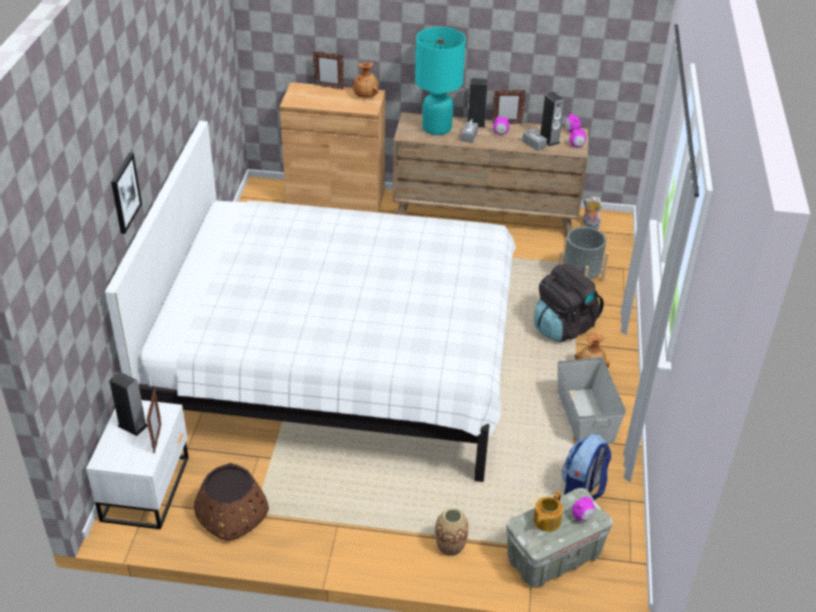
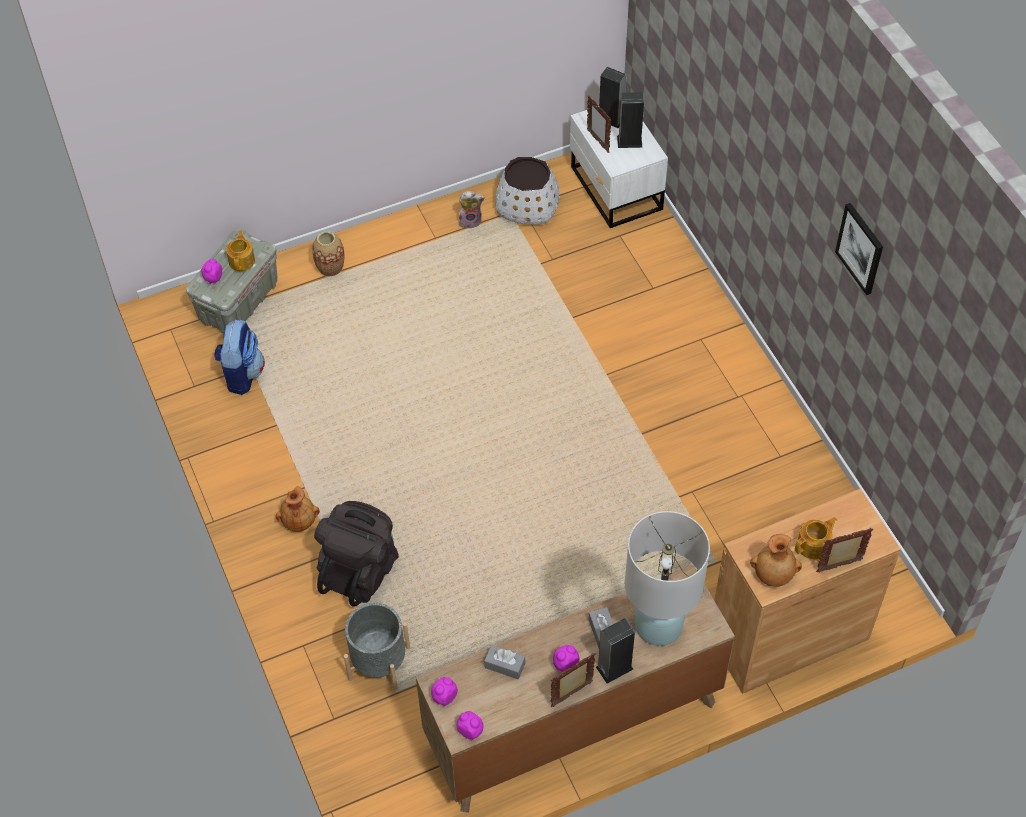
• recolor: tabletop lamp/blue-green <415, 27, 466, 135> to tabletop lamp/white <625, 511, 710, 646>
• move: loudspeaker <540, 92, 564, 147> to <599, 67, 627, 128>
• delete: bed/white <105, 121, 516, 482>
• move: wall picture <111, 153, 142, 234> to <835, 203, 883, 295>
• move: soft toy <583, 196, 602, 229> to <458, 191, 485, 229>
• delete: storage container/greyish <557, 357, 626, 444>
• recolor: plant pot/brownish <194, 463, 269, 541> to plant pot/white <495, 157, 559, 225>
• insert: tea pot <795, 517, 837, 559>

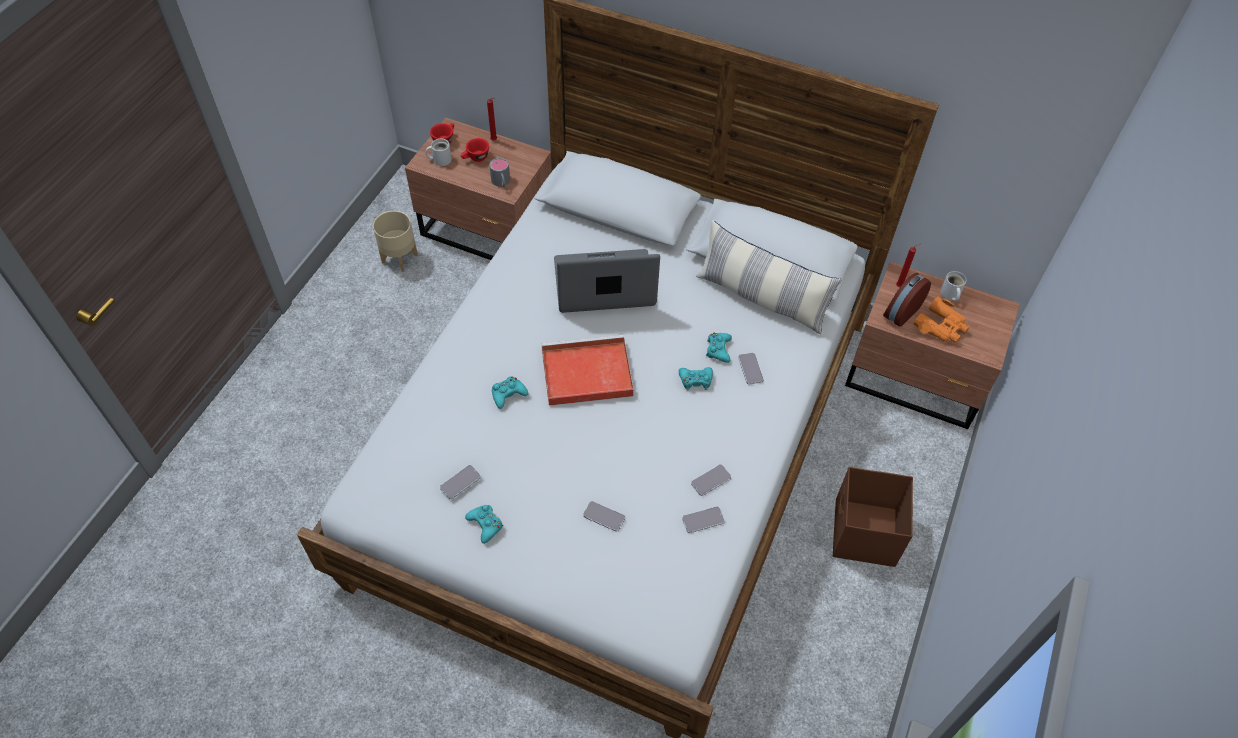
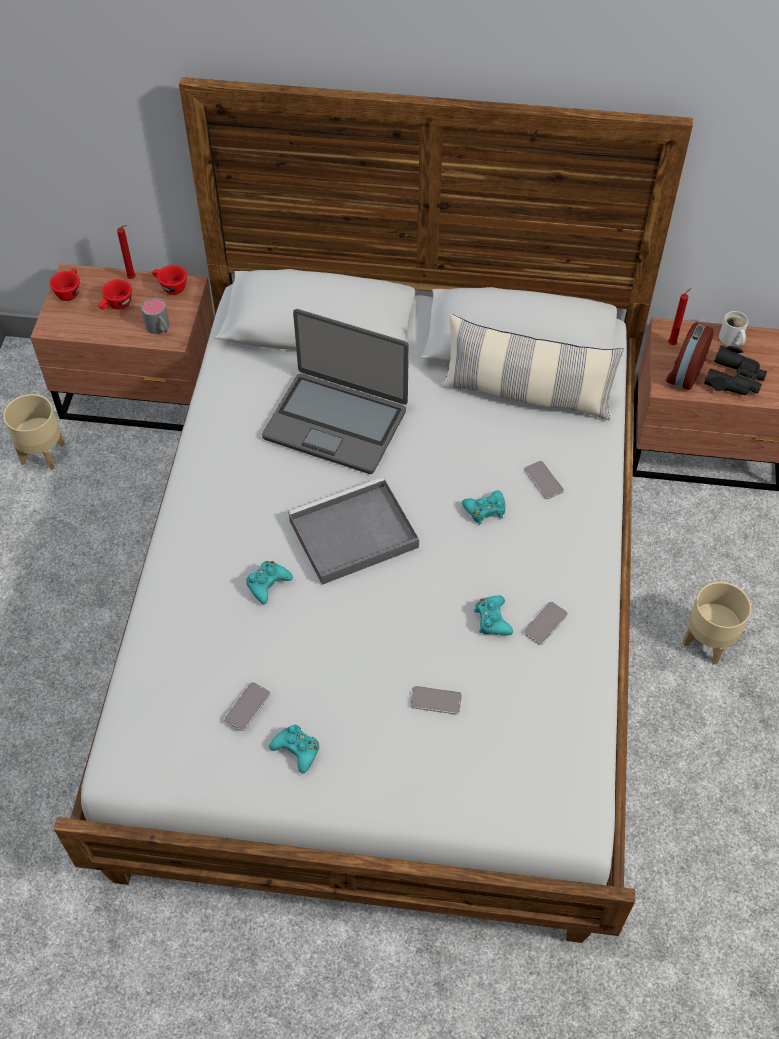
• delete: coffee mug/white <426, 139, 452, 166>
• rotate: notebook computer <554, 249, 660, 313> = <262, 309, 409, 474> 135 degrees counterclockwise
• recolor: field glasses/orangey <914, 297, 969, 343> to field glasses/black <704, 345, 767, 395>
• move: game controller/blue-green <706, 333, 732, 363> to <474, 595, 513, 636>
• recolor: carrying tray/red <542, 334, 634, 406> to carrying tray/greyish <288, 477, 419, 585>
• replace: storage container/brownish <833, 467, 913, 567> to plant pot/beige-coloured <683, 582, 751, 665>
• delete: phone <682, 506, 725, 533>
• insert: drinking cup/red <152, 265, 187, 295>

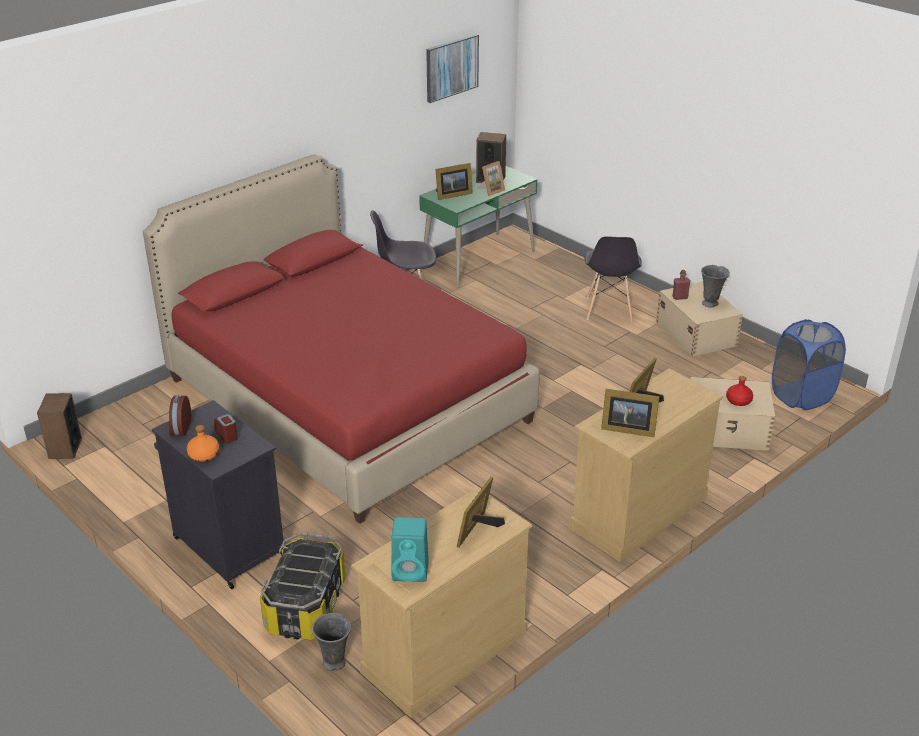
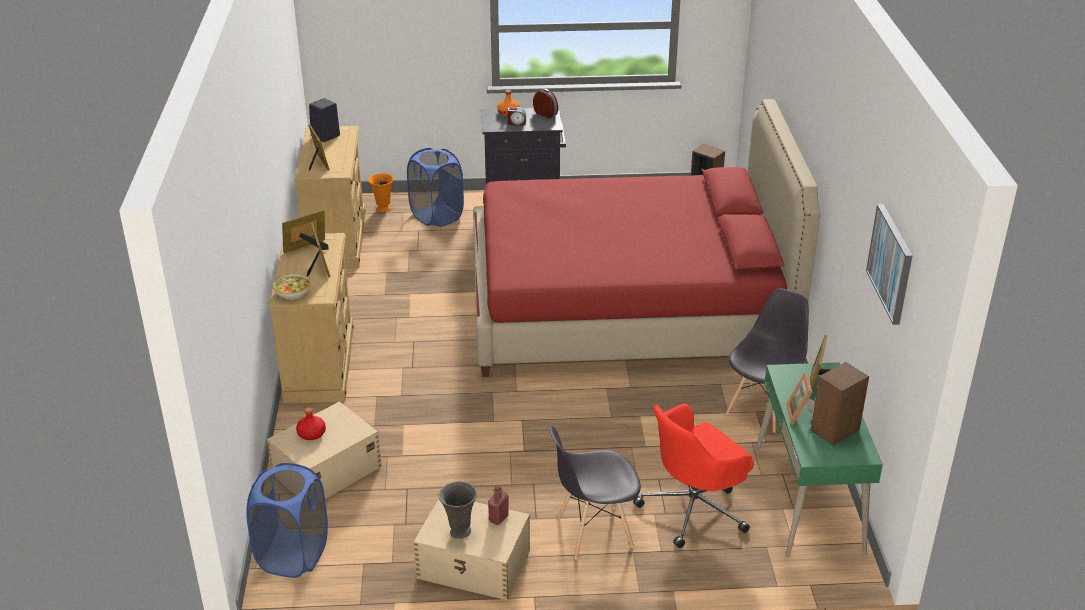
• rotate: upright chair/greyish <585, 236, 642, 322> = <550, 426, 641, 559> 60 degrees counterclockwise
• recolor: loudspeaker/blue-green <391, 517, 429, 582> to loudspeaker/black <309, 98, 340, 142>
• replace: storage container <260, 533, 346, 640> to hamper/bluish <407, 148, 464, 227>
• recolor: decorative vase/greyish <312, 613, 351, 671> to decorative vase/orangey <368, 173, 394, 212>
• insert: deep dish <273, 273, 311, 300>
• insert: computer chair/red <633, 404, 754, 548>

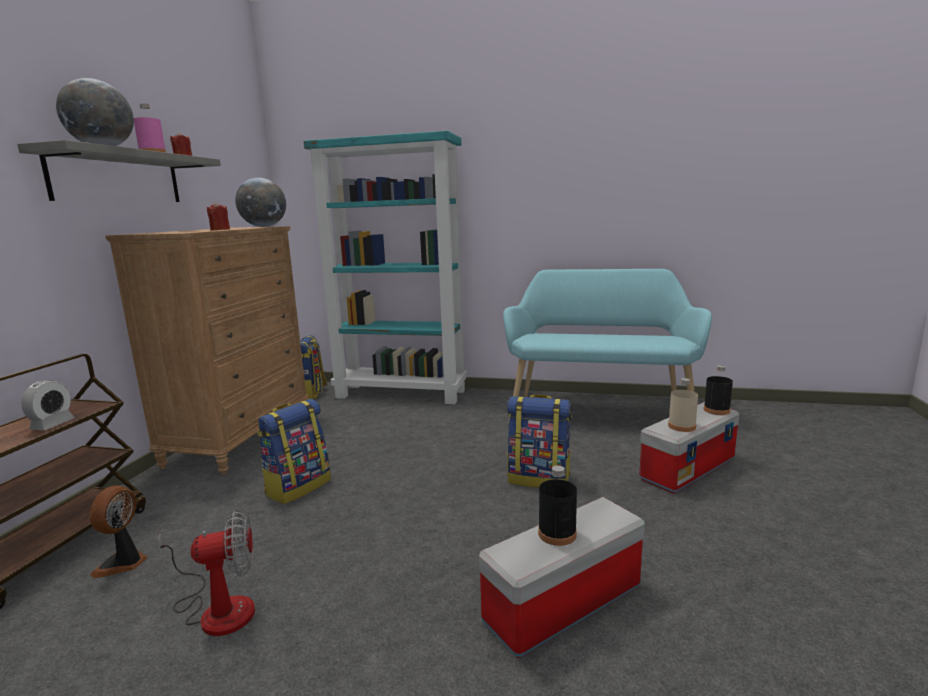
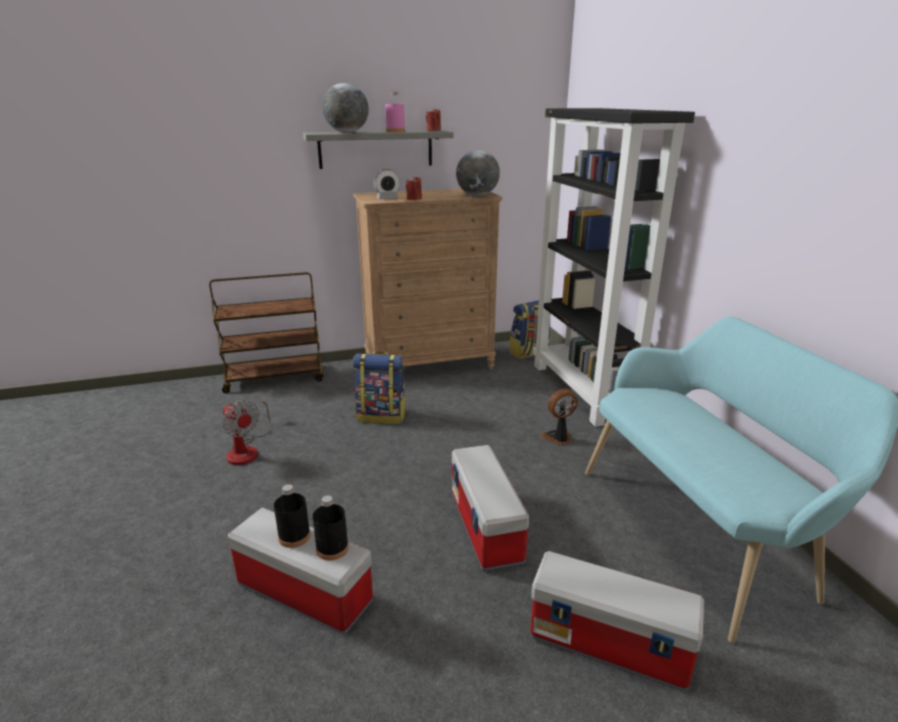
• recolor: shelving unit/blue-green <303, 131, 467, 404> to shelving unit/black <533, 108, 695, 427>
• move: drink bottle/black <704, 365, 733, 415> to <312, 495, 349, 561>
• delete: drink bottle/beige-coloured <668, 378, 698, 432>
• move: alarm clock <21, 380, 75, 430> to <374, 169, 400, 199>
• replace: backpack <507, 394, 572, 488> to storage container <452, 445, 529, 571>
• move: cooling fan <90, 485, 148, 578> to <540, 389, 578, 445>

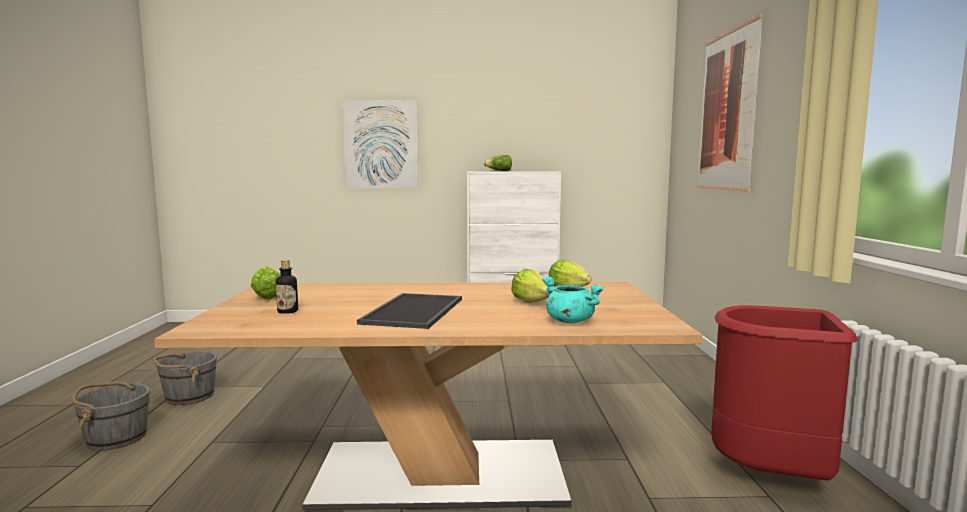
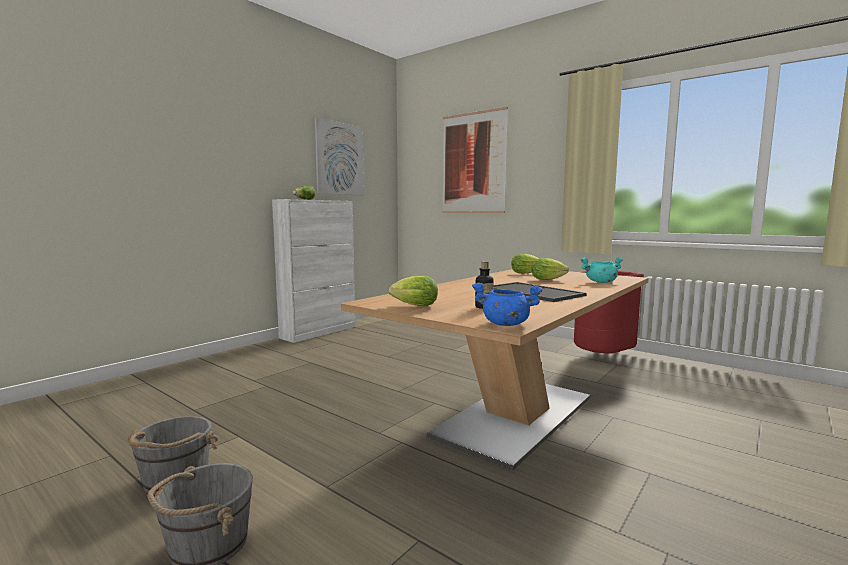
• move: wall picture <342, 100, 419, 188> to <315, 118, 364, 195>
• insert: saucepot/bluish <472, 283, 543, 326>

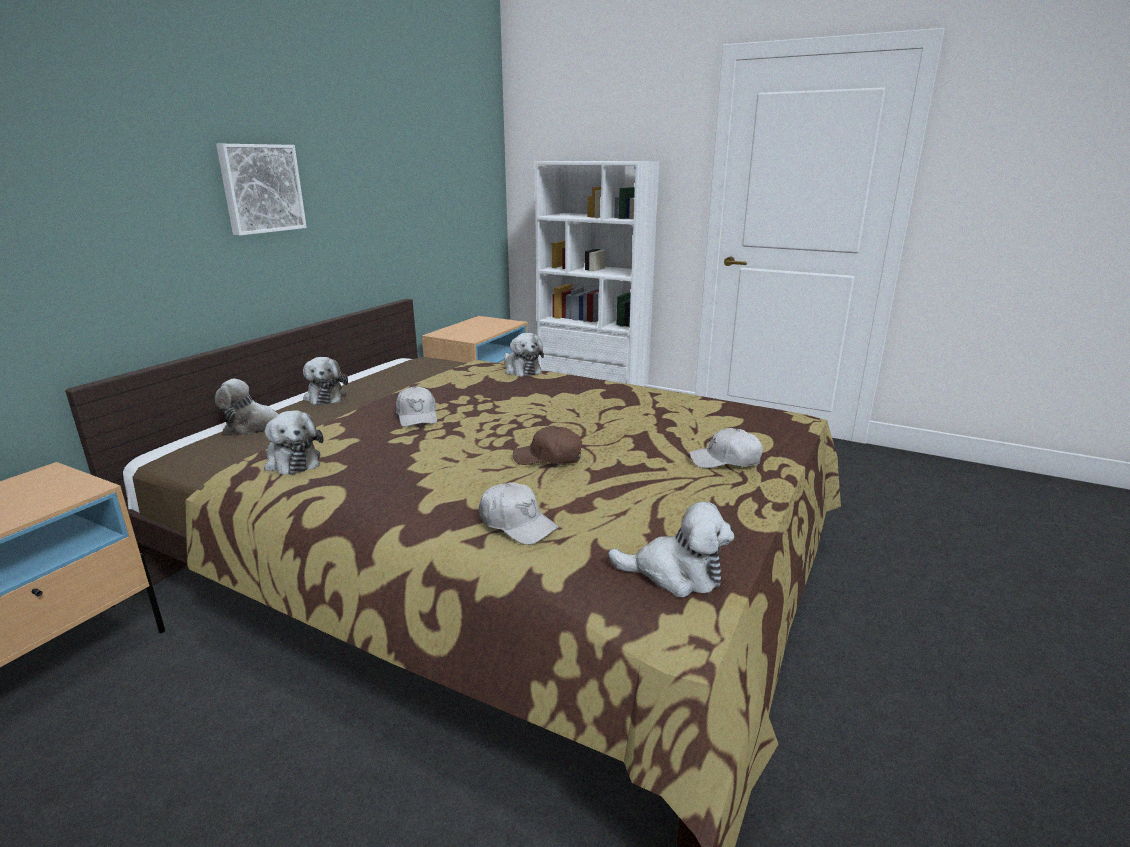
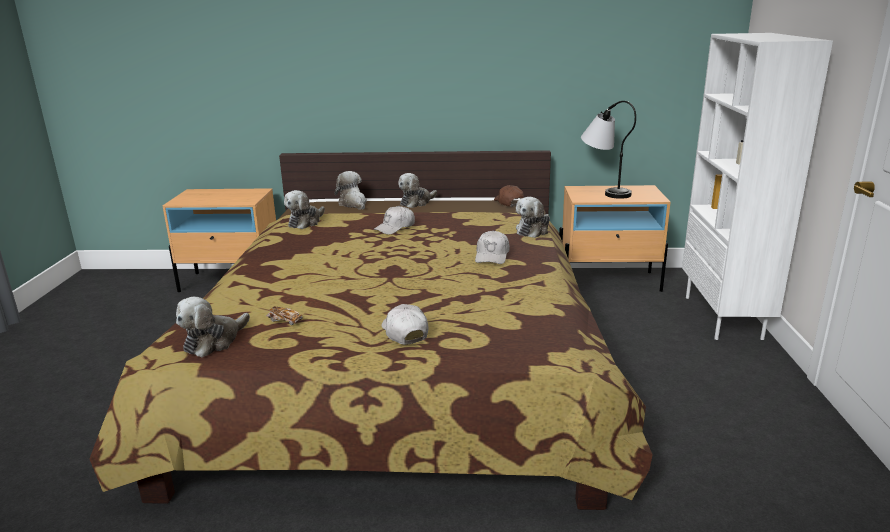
• delete: wall picture <216, 144, 307, 236>
• move: cap/brownish <513, 426, 582, 465> to <494, 185, 524, 207>
• move: cap/white <479, 483, 558, 545> to <475, 231, 510, 264>
• rotate: soft toy <608, 502, 734, 597> = <176, 297, 250, 357> 45 degrees clockwise
• insert: tabletop lamp <581, 101, 636, 199>
• insert: model car <266, 306, 303, 325>

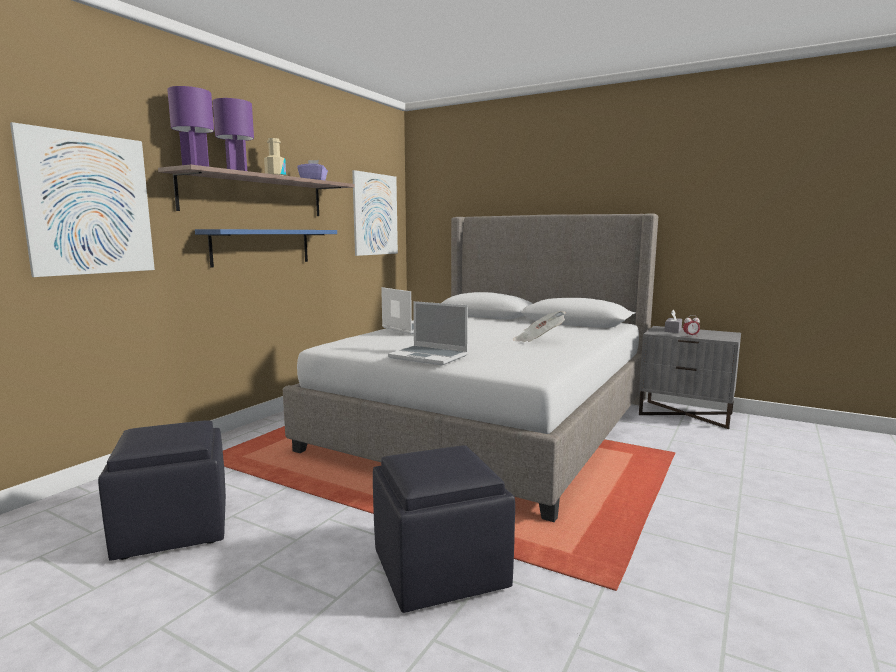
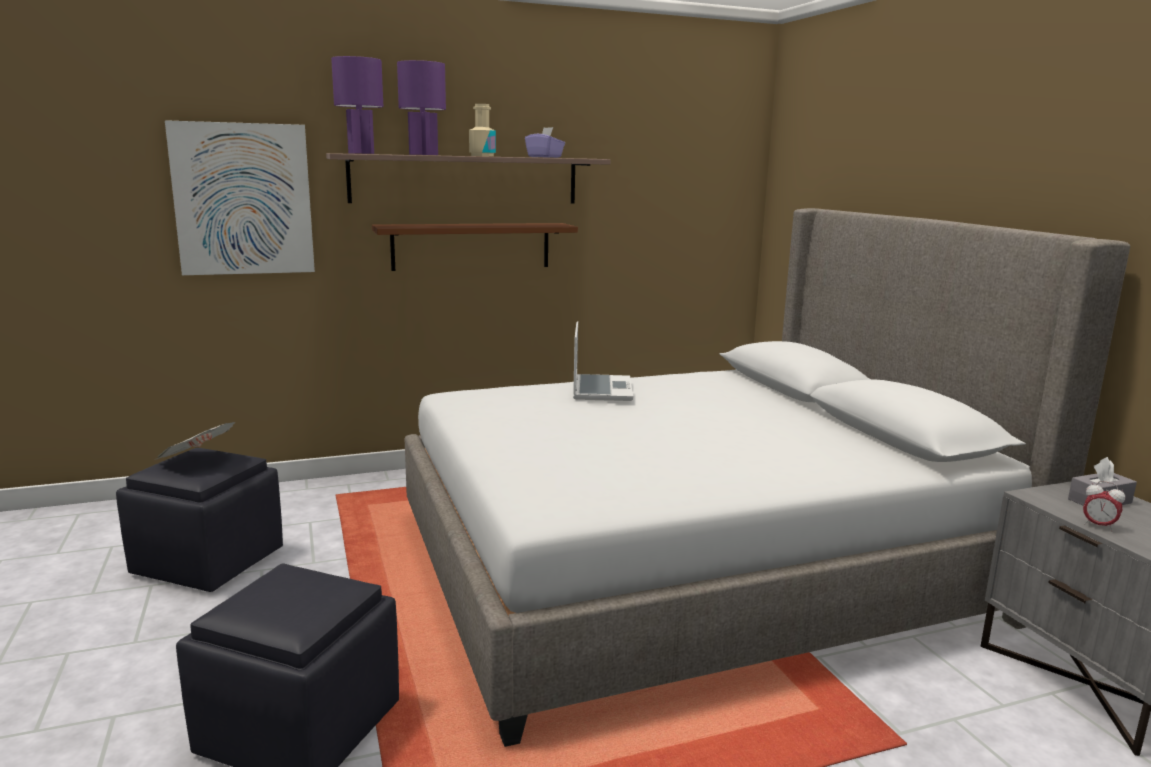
• delete: wall picture <352, 170, 398, 256>
• recolor: bracket shelf/bluish <195, 229, 337, 268> to bracket shelf/brownish <372, 223, 578, 271>
• delete: notebook computer <388, 301, 468, 365>
• move: printed paper <513, 311, 566, 342> to <156, 422, 235, 459>

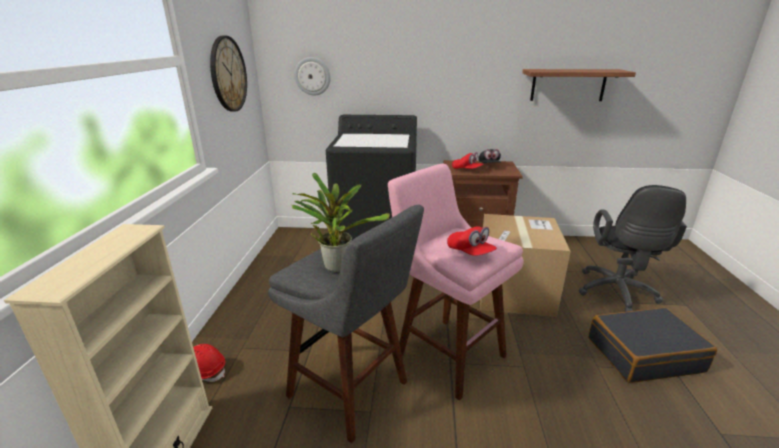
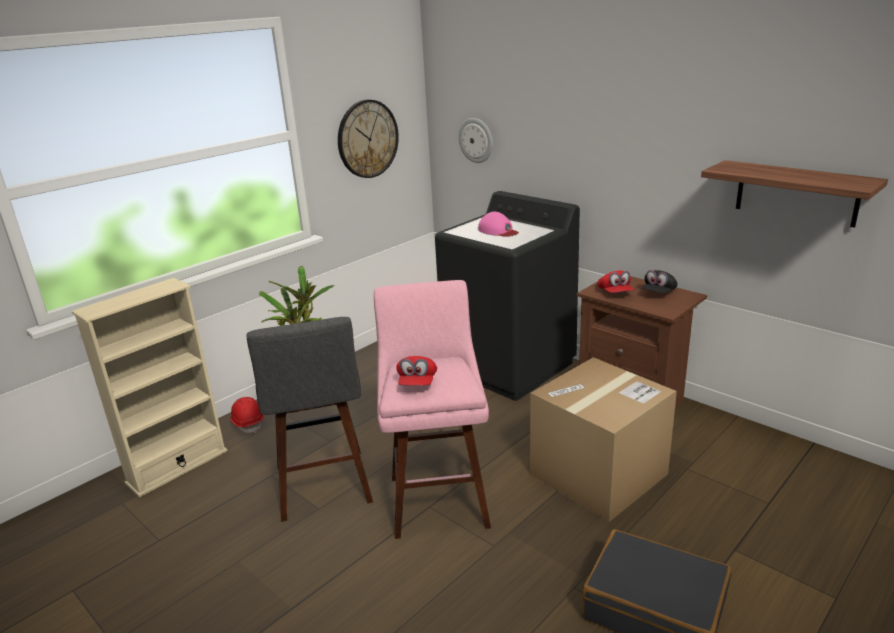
• delete: computer chair/black <578, 185, 687, 312>
• insert: cap/pinkish <478, 212, 519, 237>

